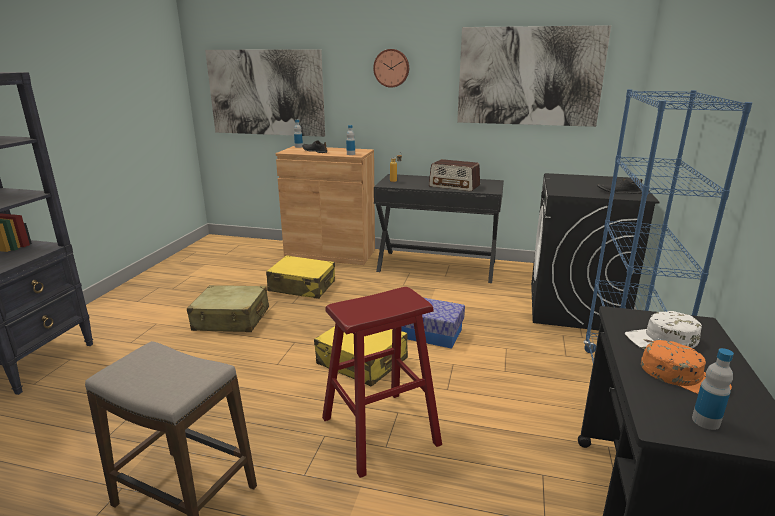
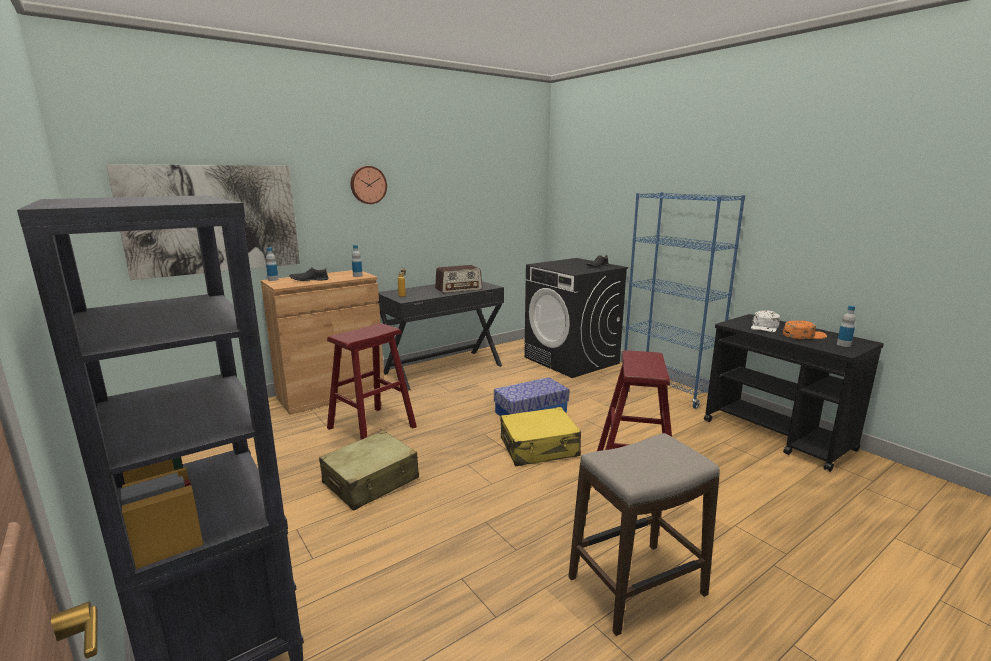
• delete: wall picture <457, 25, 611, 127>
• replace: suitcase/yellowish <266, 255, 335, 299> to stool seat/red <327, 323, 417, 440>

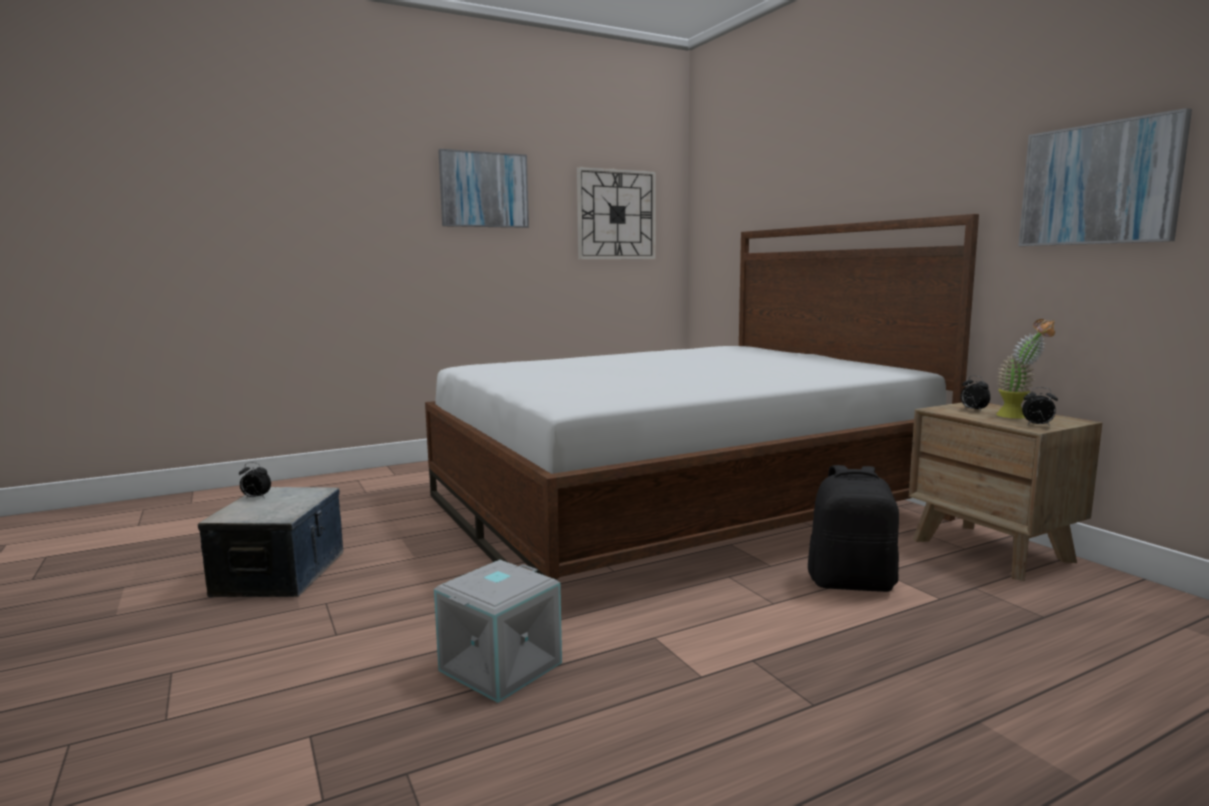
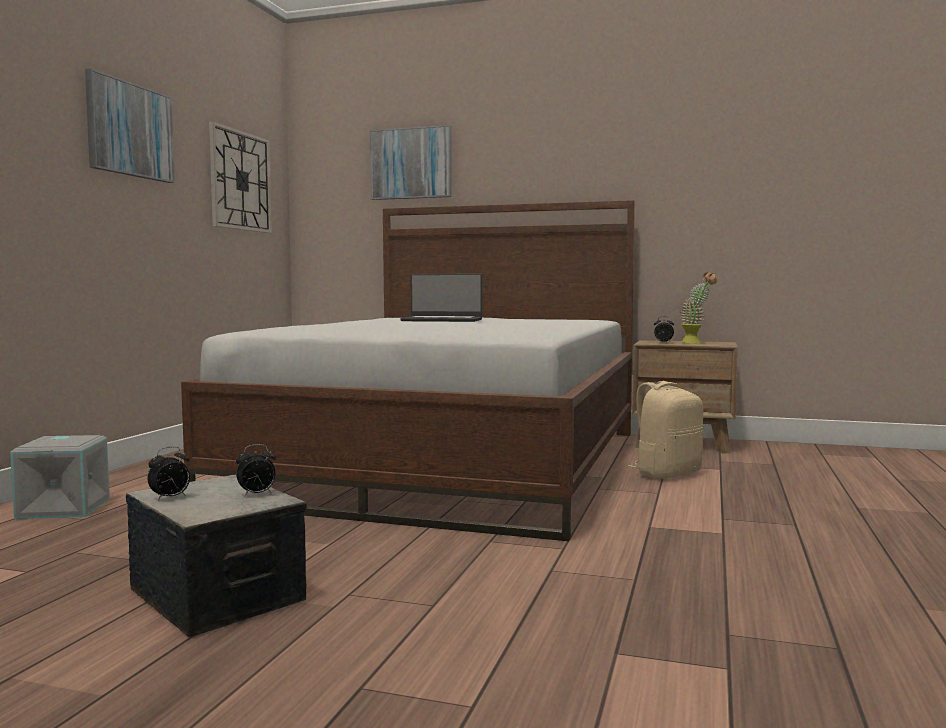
• move: wall picture <1018, 108, 1192, 246> to <370, 125, 452, 200>
• move: alarm clock <1022, 387, 1058, 426> to <236, 444, 276, 497>
• recolor: backpack/black <808, 465, 899, 592> to backpack/beige-coloured <628, 381, 703, 479>
• move: storage container/greyish <434, 560, 562, 703> to <10, 435, 110, 519>
• insert: notebook computer <400, 274, 482, 322>

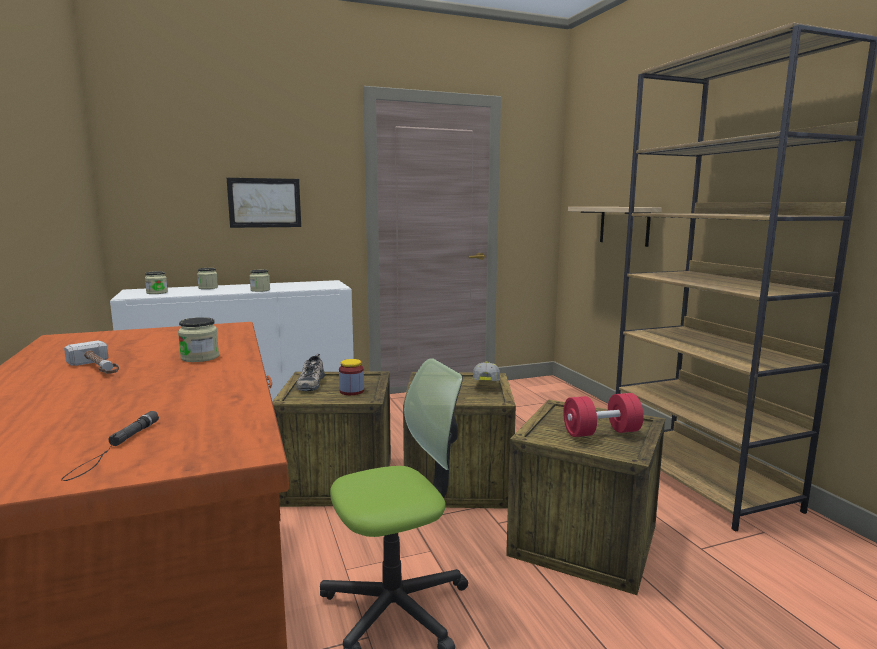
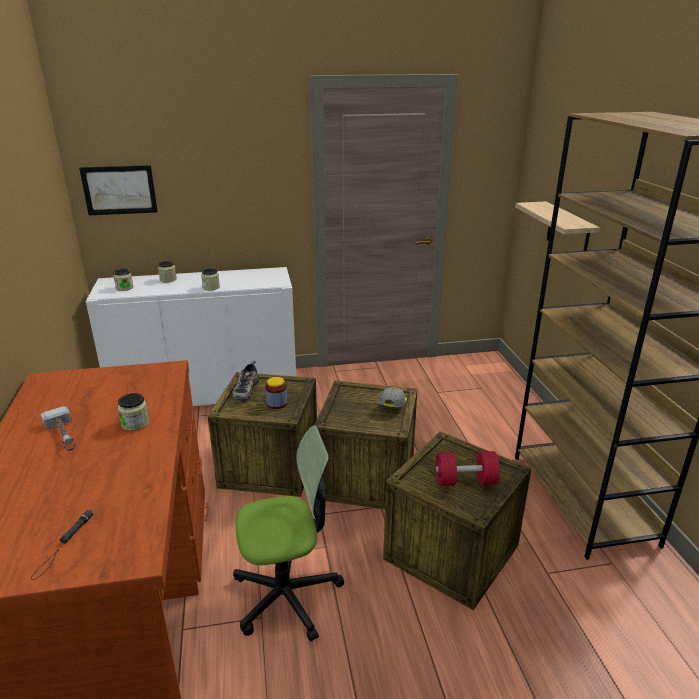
• move: wall picture <227, 178, 301, 228> to <79, 165, 158, 215>

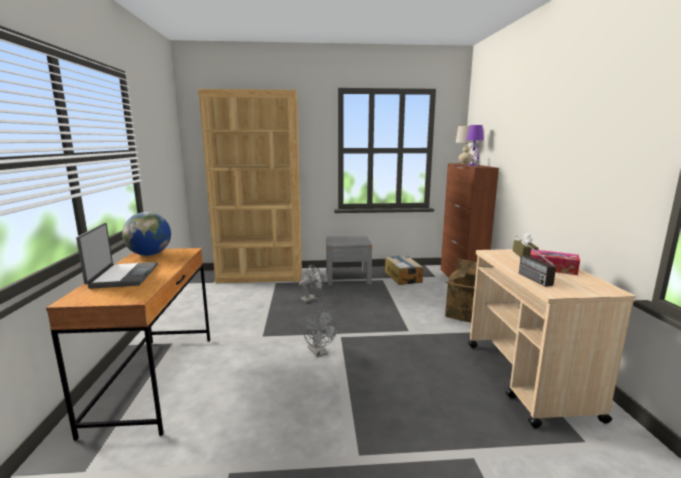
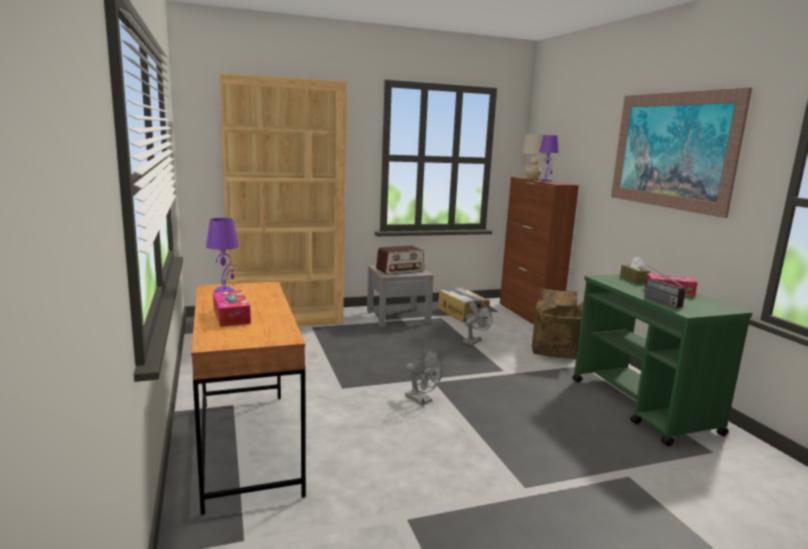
• replace: desk globe <122, 212, 171, 256> to tabletop lamp/purple-coloured <206, 218, 239, 292>
• replace: notebook computer <76, 223, 158, 289> to box of tissues <213, 290, 251, 327>
• recolor: trolley/beige-coloured <468, 249, 636, 428> to trolley/green <572, 274, 753, 447>
• move: cooling fan/greyish <299, 265, 324, 302> to <462, 300, 493, 345>
• insert: wall picture <611, 87, 752, 218>
• insert: radio set <376, 246, 424, 275>

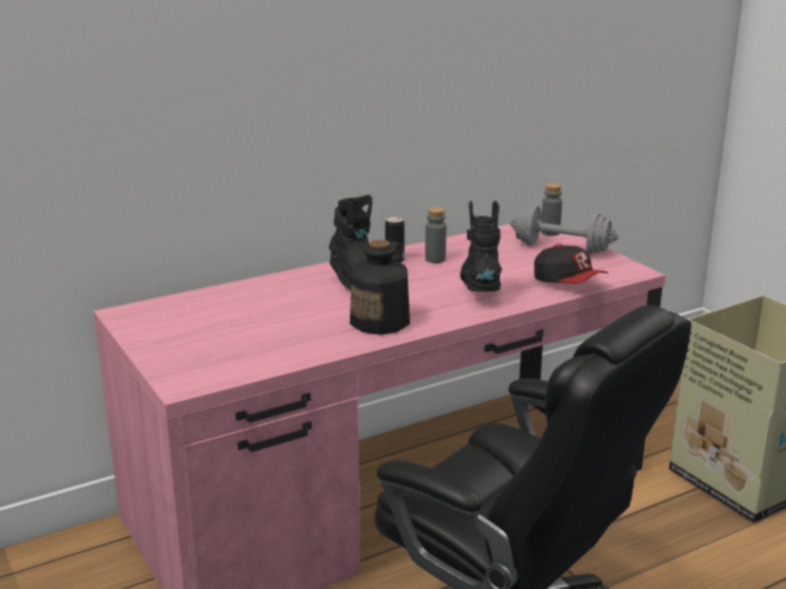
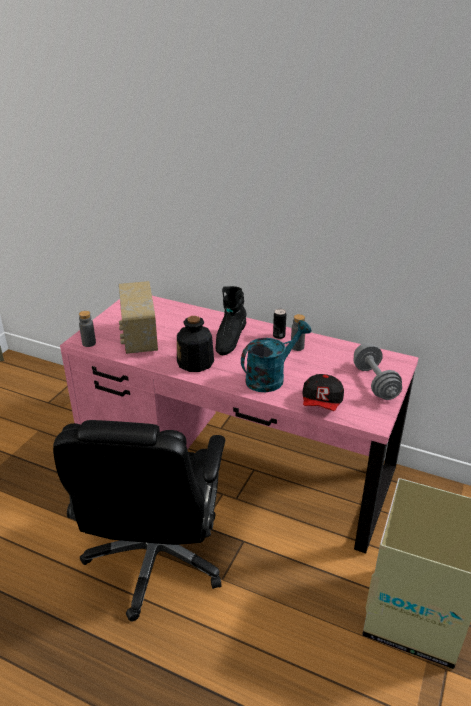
• move: drink bottle/greyish <541, 183, 562, 236> to <79, 311, 96, 347>
• replace: boot/black <460, 201, 502, 292> to watering can/blue-green <241, 320, 311, 392>
• insert: radio set <119, 281, 158, 354>

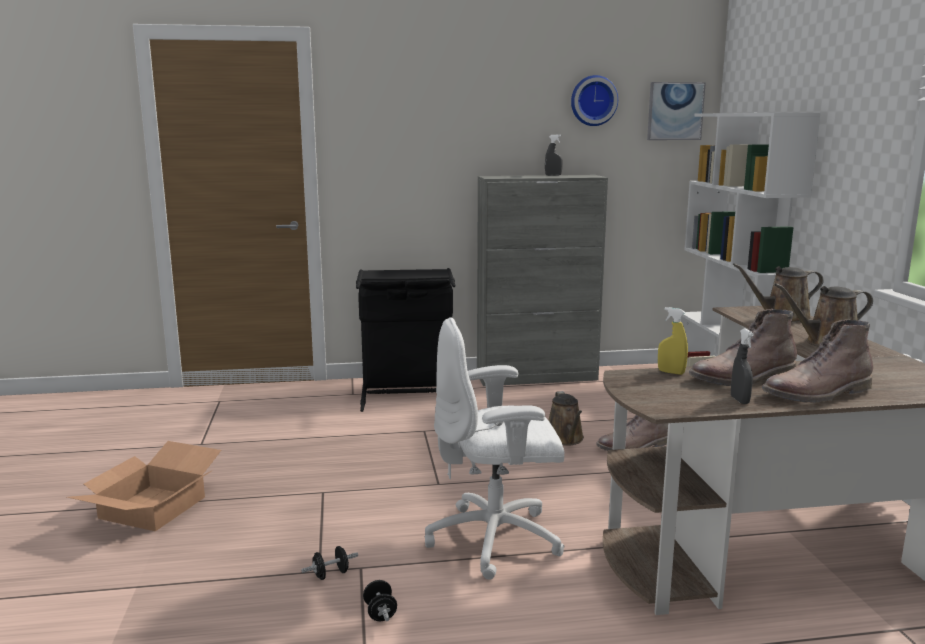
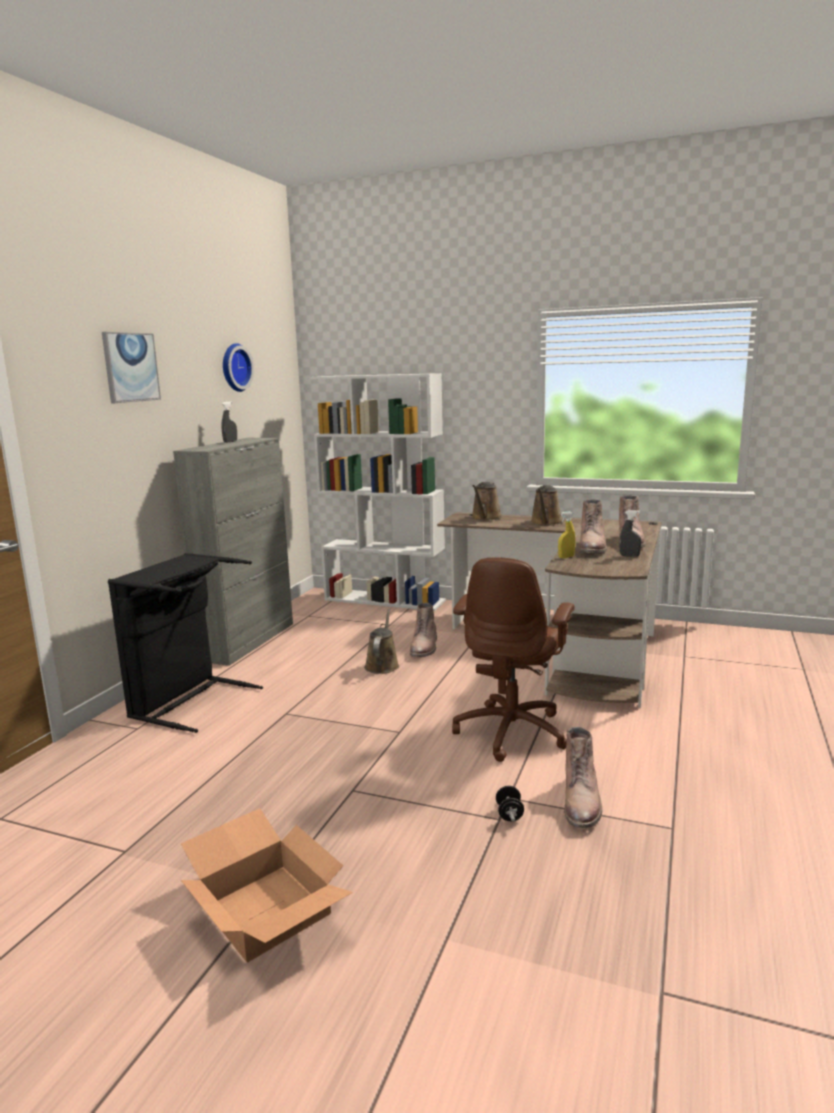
• move: wall picture <647, 82, 706, 140> to <102, 332, 161, 403>
• recolor: computer chair/white <425, 317, 565, 580> to computer chair/brownish <452, 557, 575, 762>
• rotate: watering can/brownish <548, 391, 584, 446> = <364, 608, 399, 674> 105 degrees counterclockwise
• replace: dumbbell/black <363, 580, 397, 621> to boot/brownish <564, 727, 602, 829>

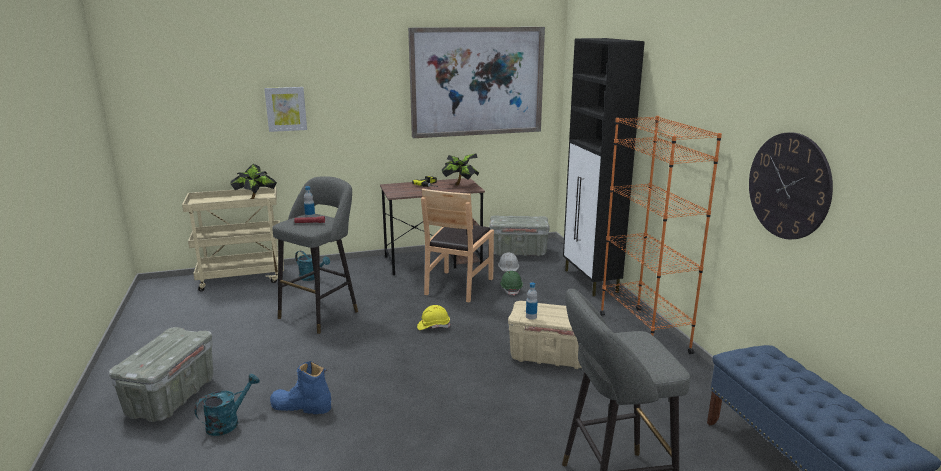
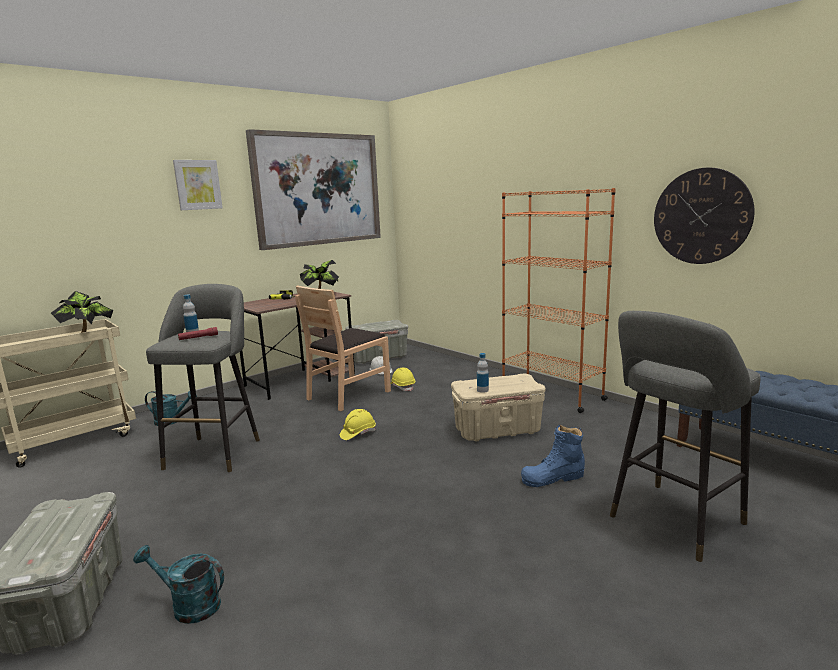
• delete: cupboard/black <563, 38, 645, 296>
• move: wall picture <264, 87, 307, 132> to <173, 160, 223, 210>
• rotate: upright chair/brownish <421, 189, 494, 302> = <295, 285, 391, 411> 45 degrees clockwise
• recolor: hard hat/green <500, 271, 523, 296> to hard hat/yellowish <391, 368, 415, 391>
• move: boot/bluish <270, 361, 331, 414> to <521, 425, 585, 487>
• rotate: watering can/blue-green <194, 374, 260, 436> = <133, 545, 224, 624> 90 degrees counterclockwise

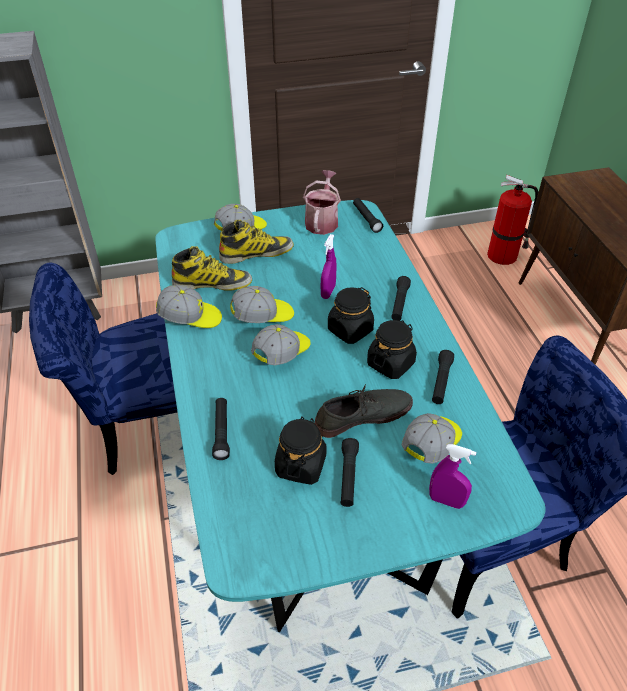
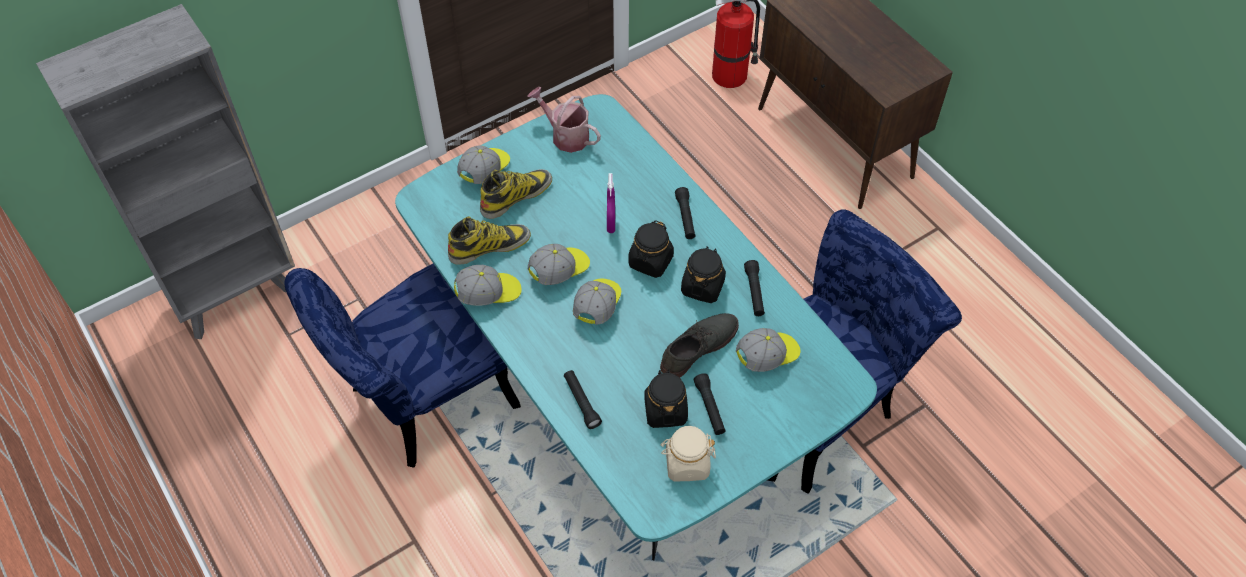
• rotate: watering can <303, 170, 341, 235> = <527, 87, 601, 153> 45 degrees counterclockwise
• delete: flashlight/black <353, 198, 383, 233>
• rotate: cap <402, 413, 462, 464> = <736, 328, 801, 372> 45 degrees clockwise
• delete: hand sprayer/purple-coloured <429, 444, 476, 509>
• insert: jar/beige-coloured <660, 426, 716, 482>

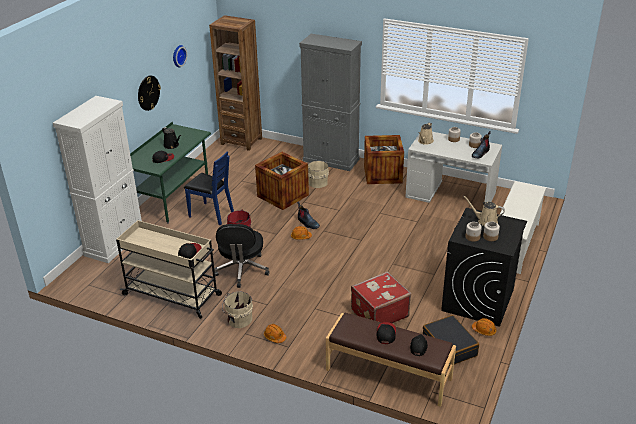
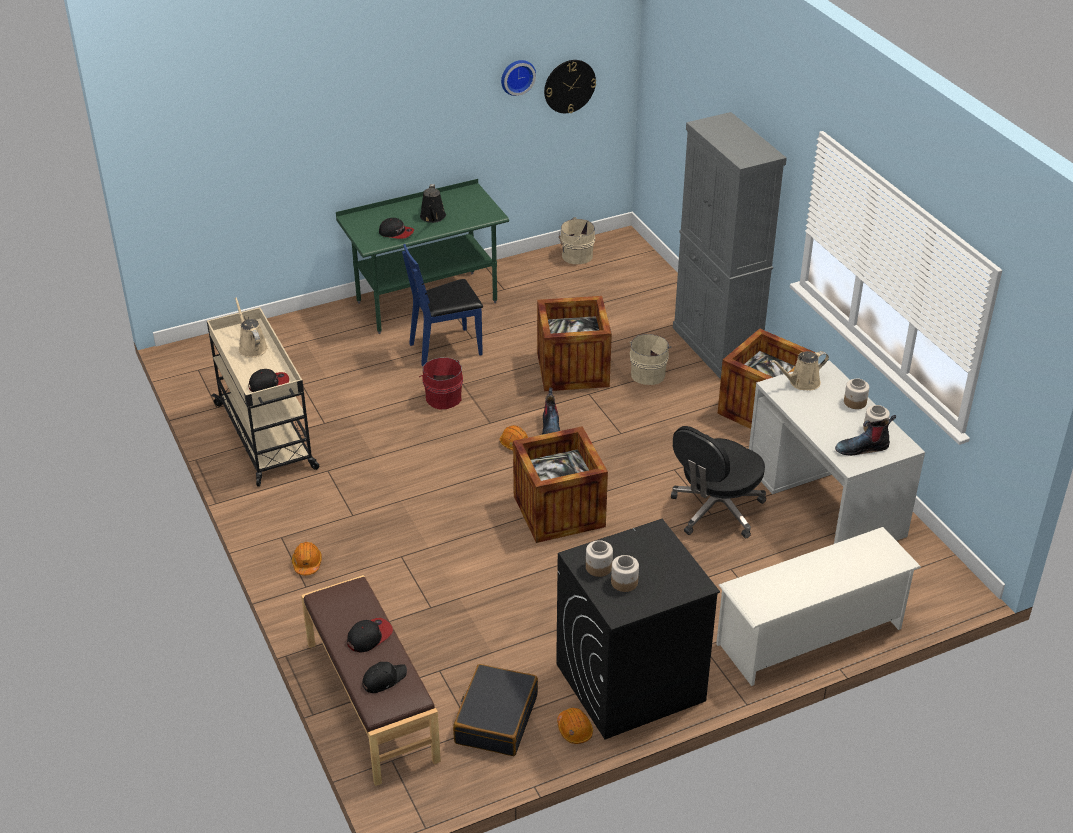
• delete: shelving unit/brownish <209, 15, 262, 151>
• move: wall clock <138, 76, 161, 111> to <544, 60, 596, 113>
• delete: cupboard/white <53, 96, 142, 263>
• rotate: upright chair/bluish <184, 151, 234, 225> = <402, 244, 483, 366> 90 degrees clockwise
• move: watering can/beige-coloured <463, 196, 505, 226> to <235, 297, 268, 358>
• move: computer chair/black <214, 224, 270, 288> to <671, 426, 766, 538>
• delete: suitcase/red <351, 271, 411, 323>
• move: bucket/beige-coloured <222, 291, 253, 328> to <559, 217, 595, 264>
• insert: shipping crate <513, 426, 608, 543>

